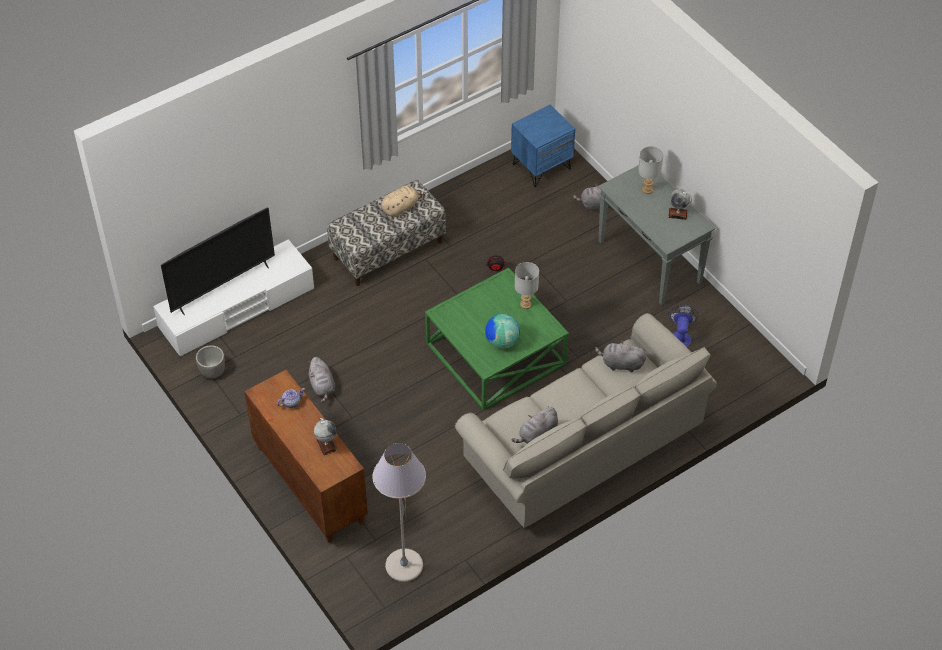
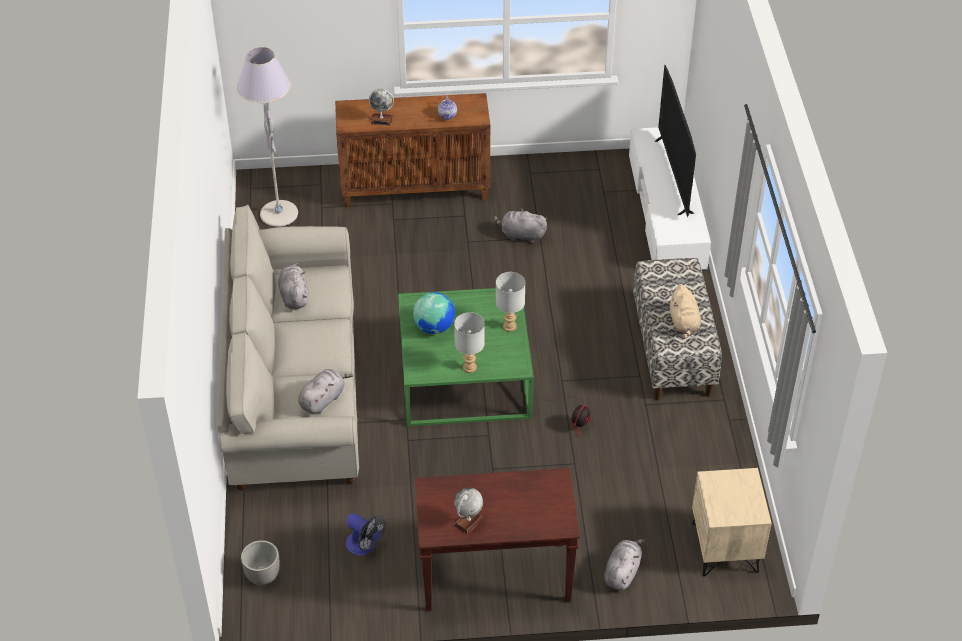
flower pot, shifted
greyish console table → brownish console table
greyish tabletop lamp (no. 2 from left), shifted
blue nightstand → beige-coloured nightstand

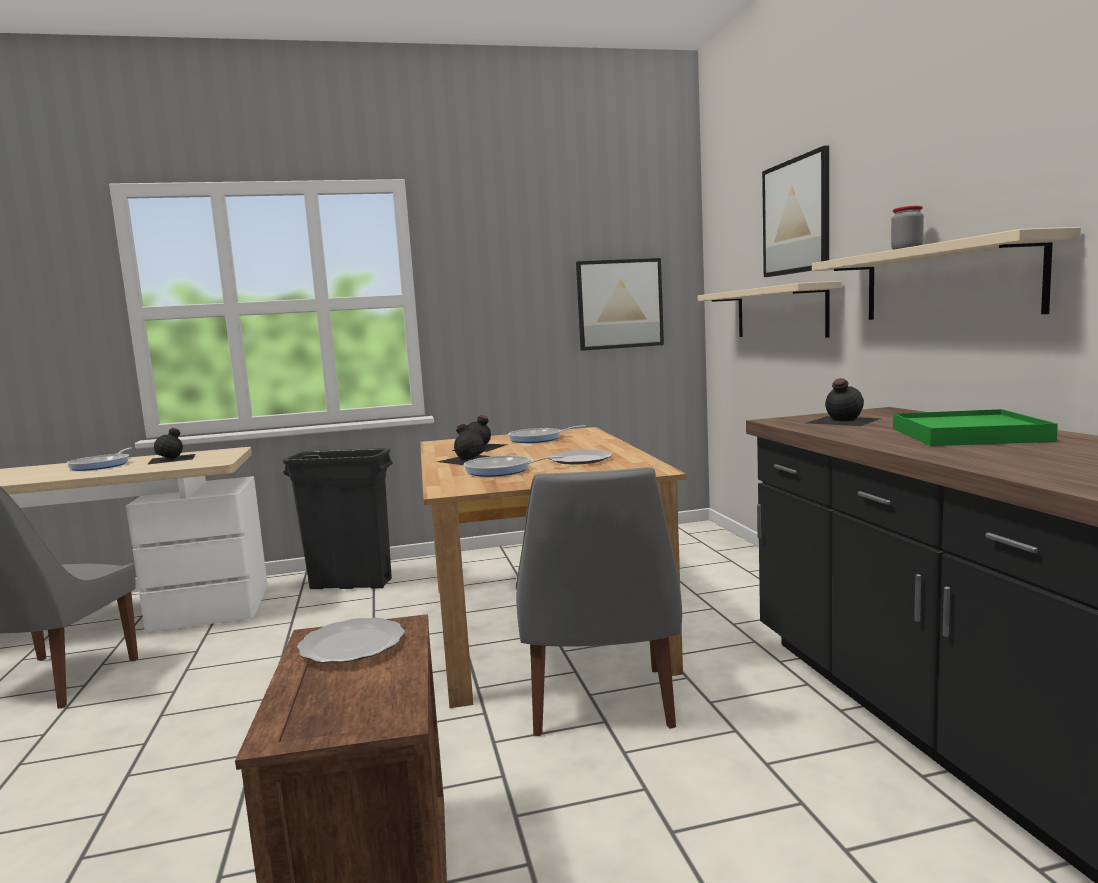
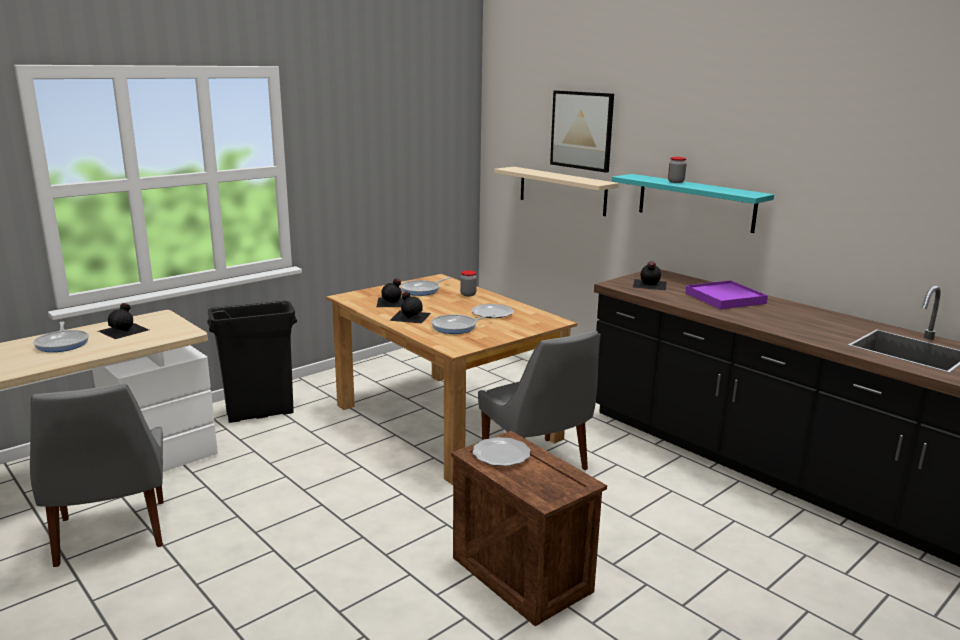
- → storage jar (no. 1 from left)
beige-coloured shelf (no. 2 from left) → blue-green shelf
greenish carrying tray → purplish carrying tray
wall art (no. 1 from left) → -

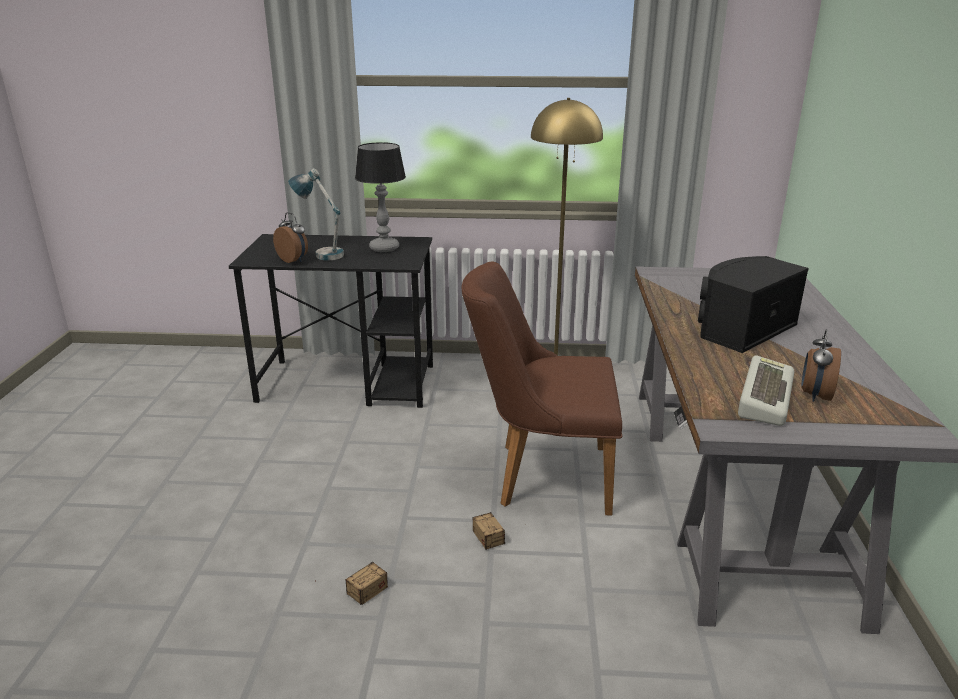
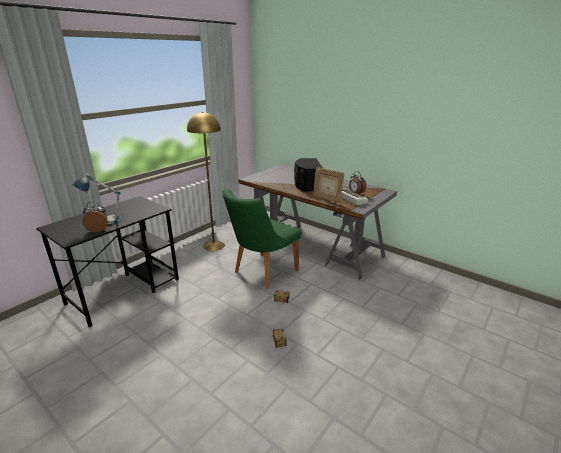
brownish plain chair → greenish plain chair
- → picture frame
tabletop lamp (no. 2 from left) → -

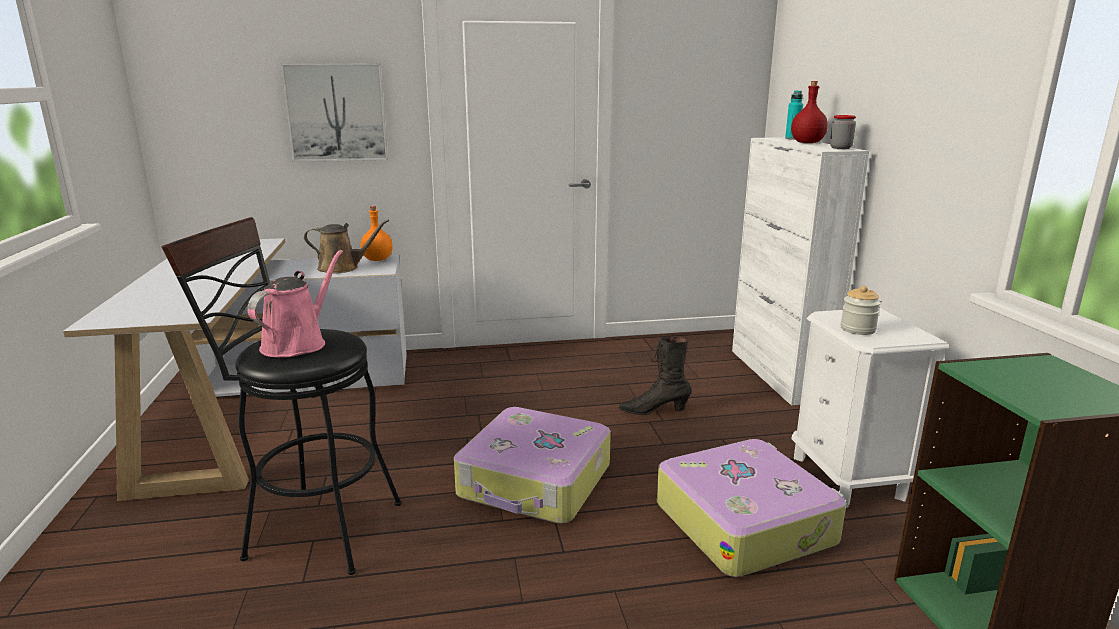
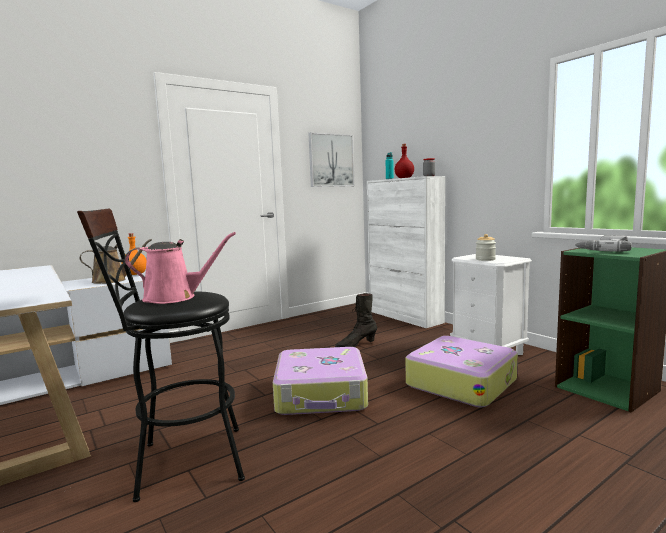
pink-coloured watering pot, 90 degrees clockwise
wall art, shifted
- → drill

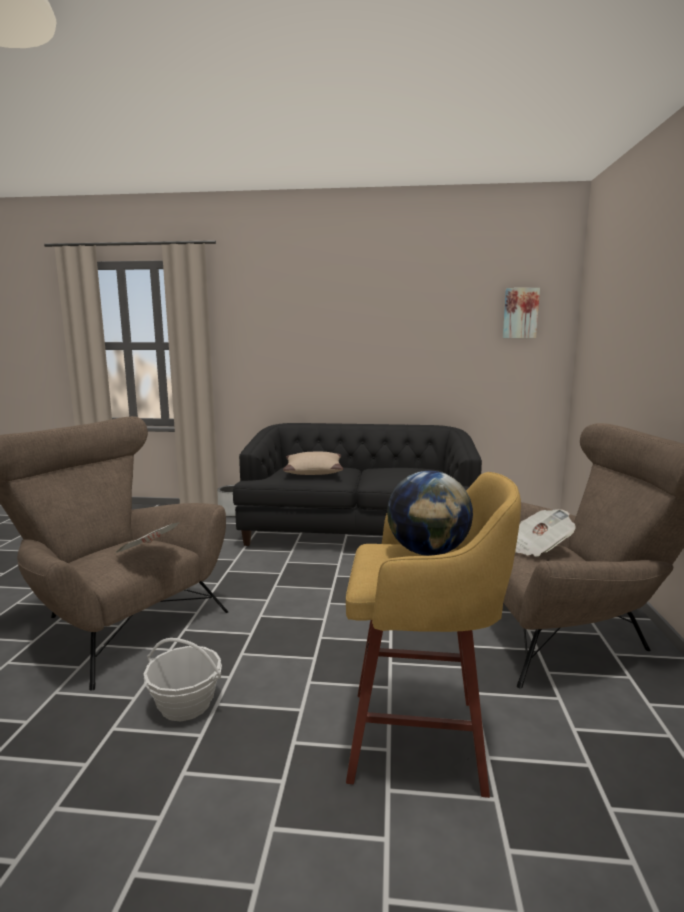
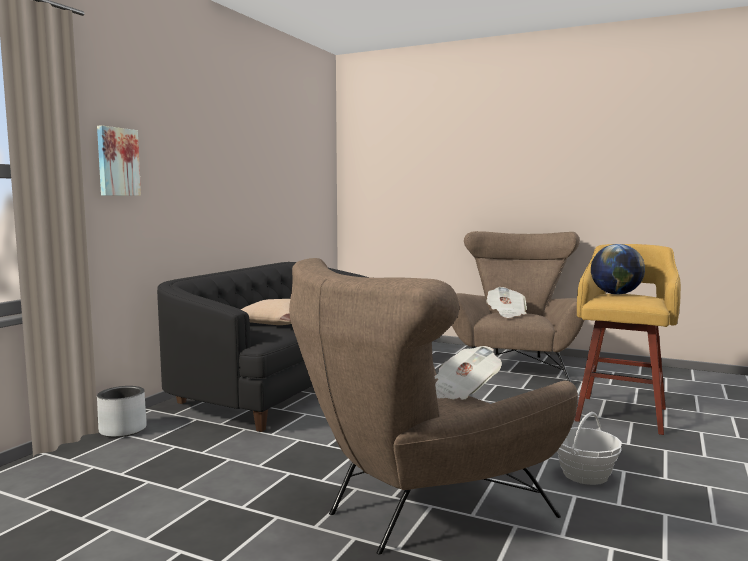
wall art, shifted

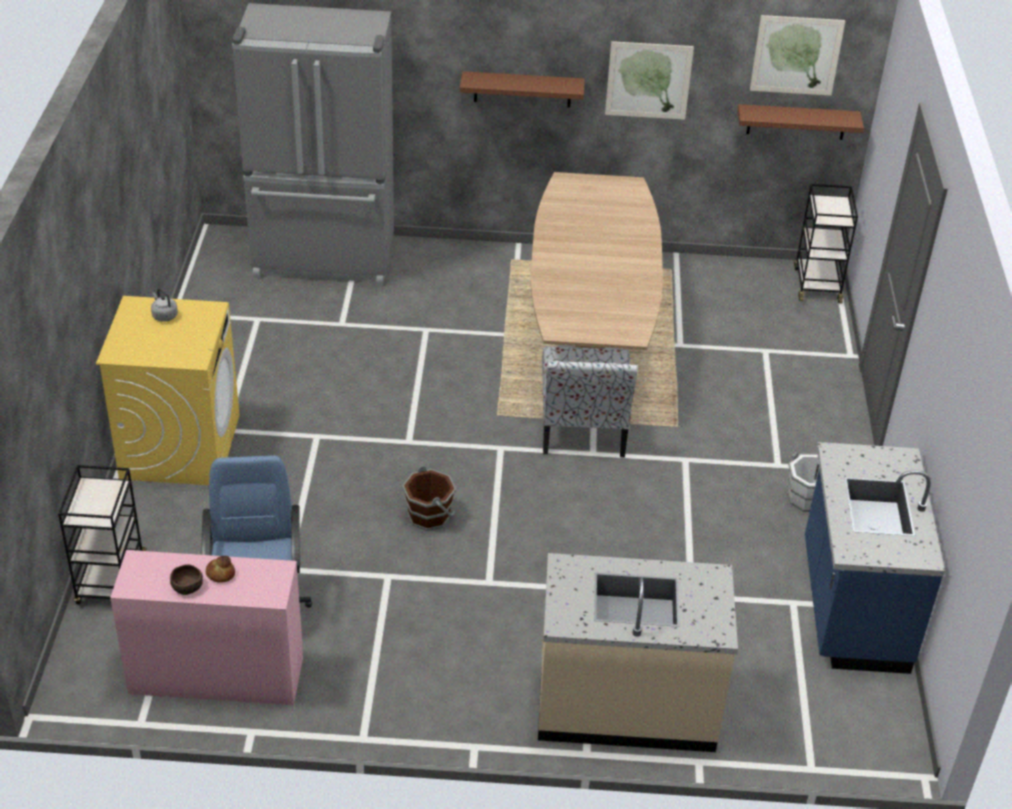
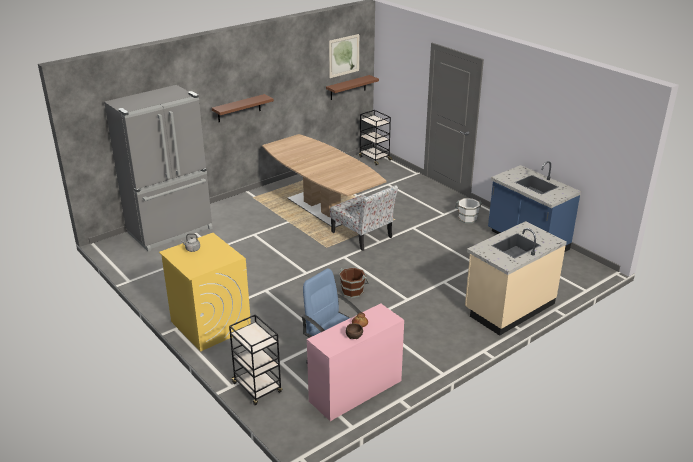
wall art (no. 1 from left) → -

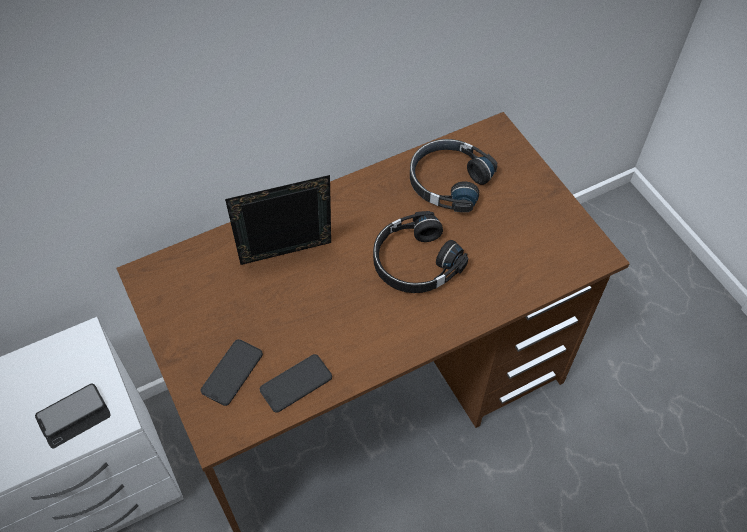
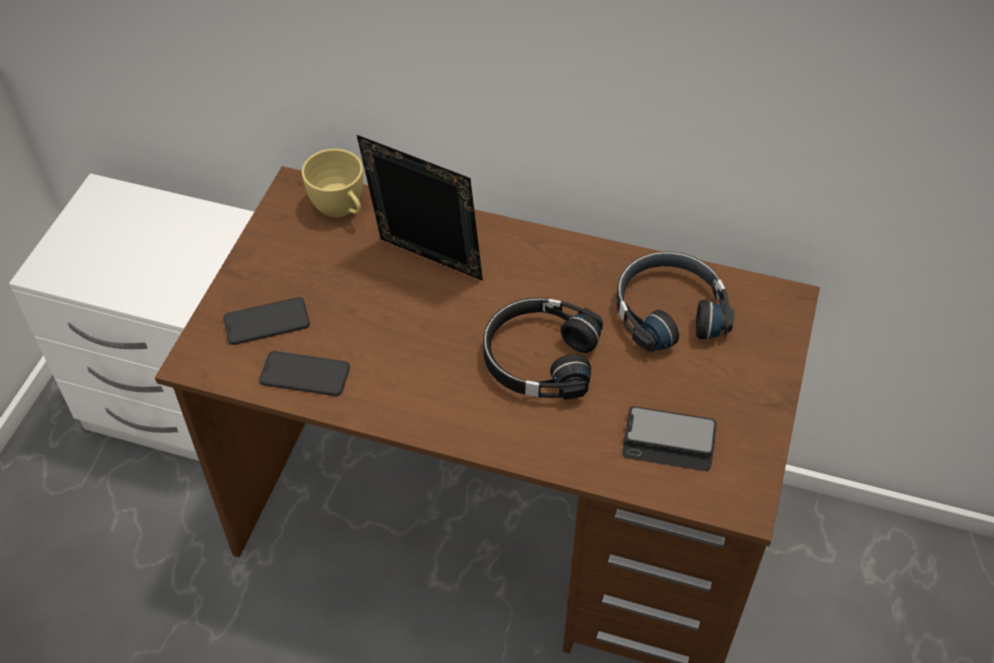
- → yellow cup
telephone (no. 1 from left in the first image) → telephone (no. 3 from left), shifted

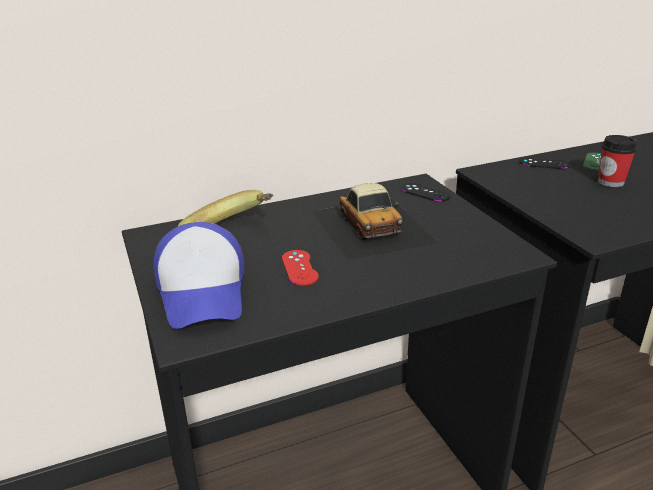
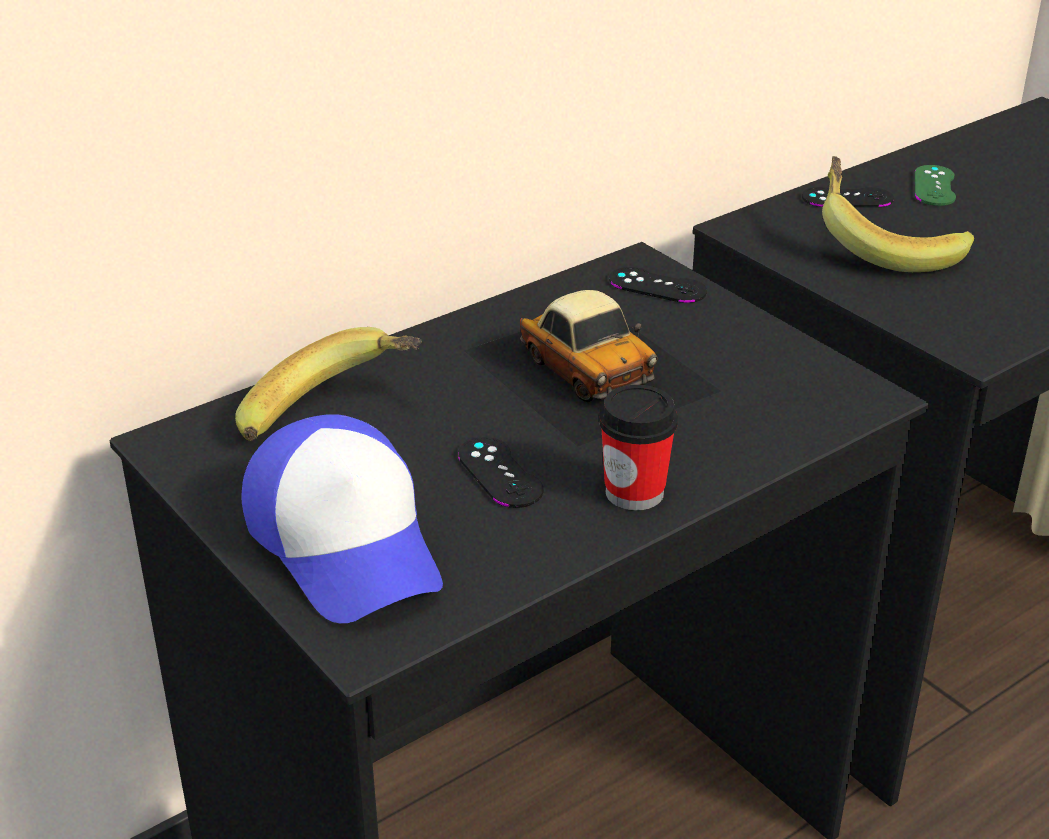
reddish joypad → blackish joypad (no. 1 from left)
cup, shifted
- → whole banana (no. 2 from left)

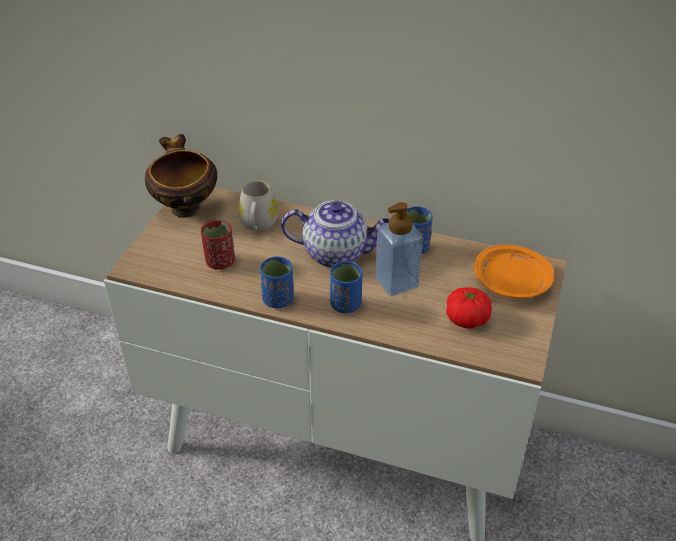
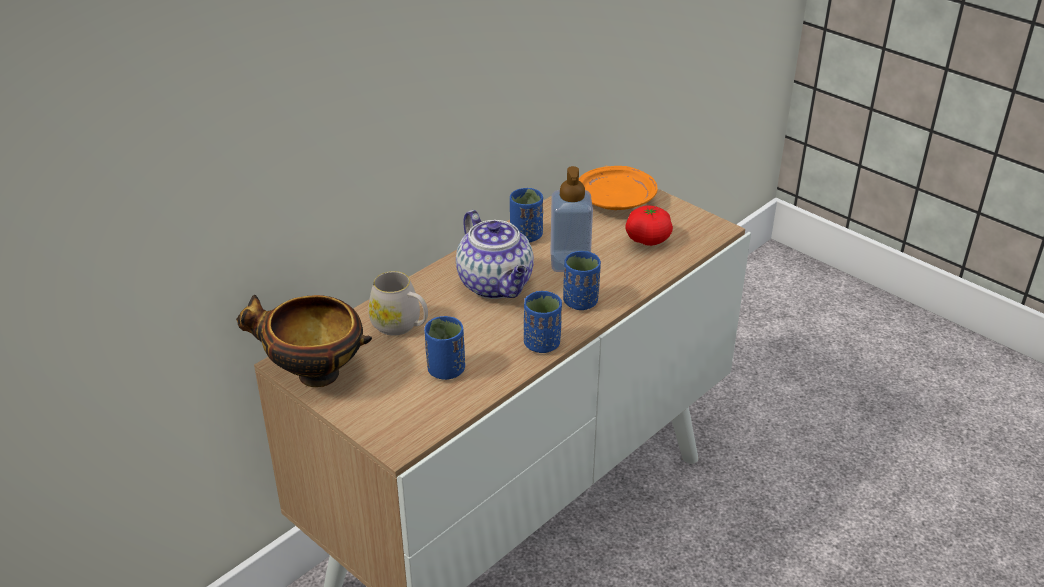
reddish cup → blue cup (no. 1 from left)
teapot, 120 degrees clockwise

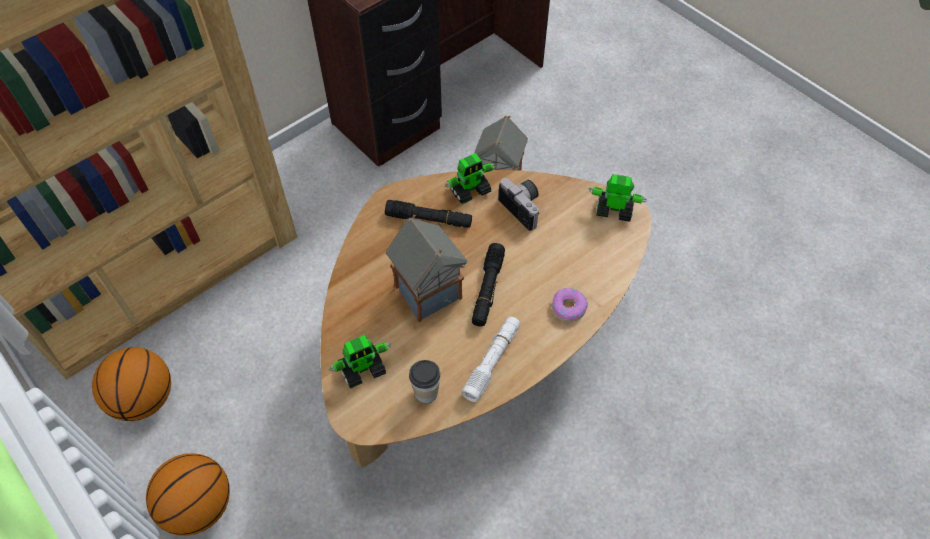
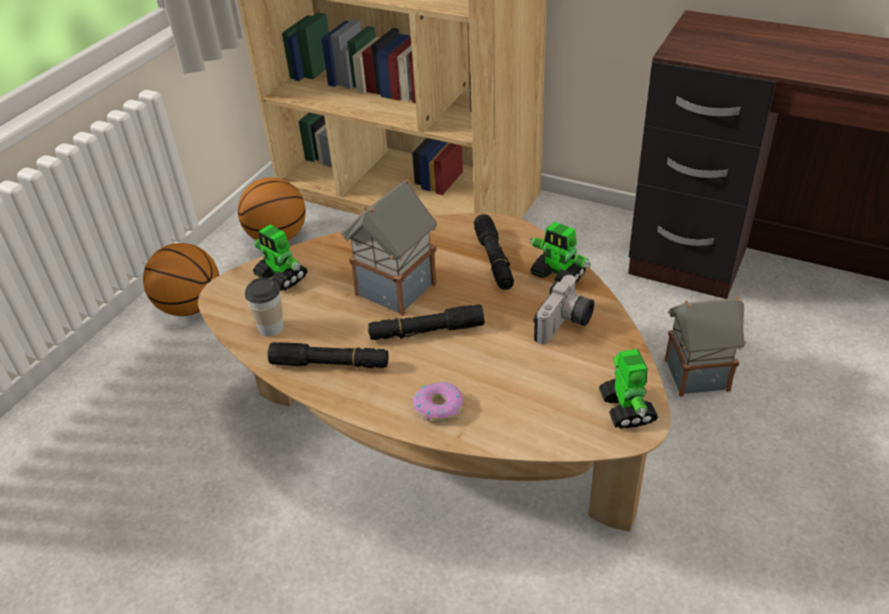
whitish flashlight → blackish flashlight (no. 1 from left)

